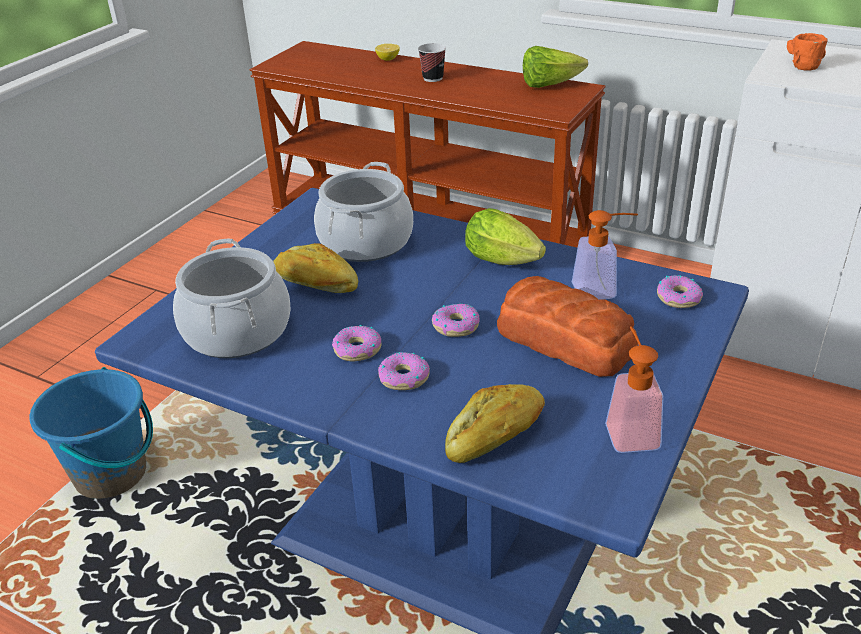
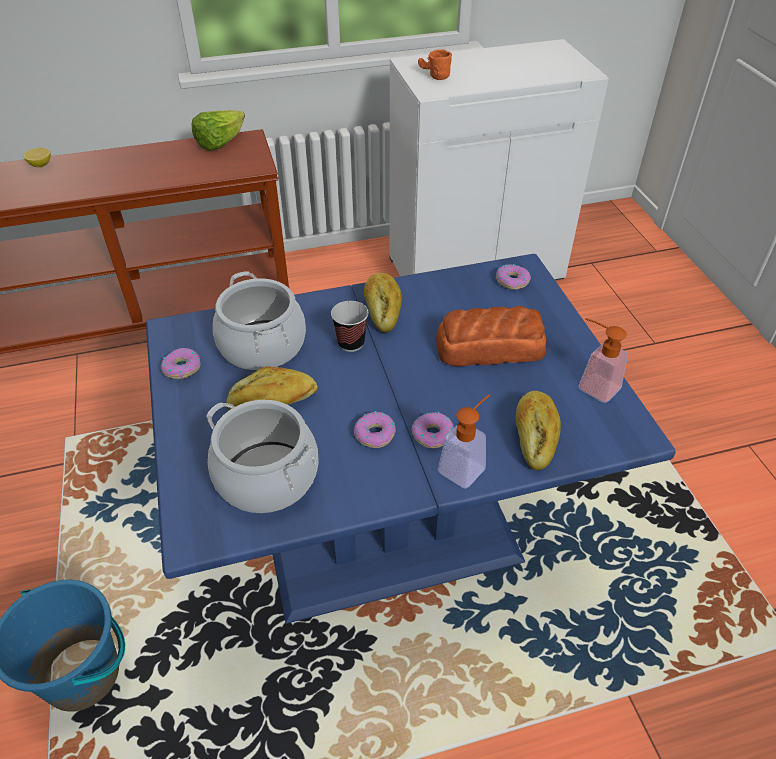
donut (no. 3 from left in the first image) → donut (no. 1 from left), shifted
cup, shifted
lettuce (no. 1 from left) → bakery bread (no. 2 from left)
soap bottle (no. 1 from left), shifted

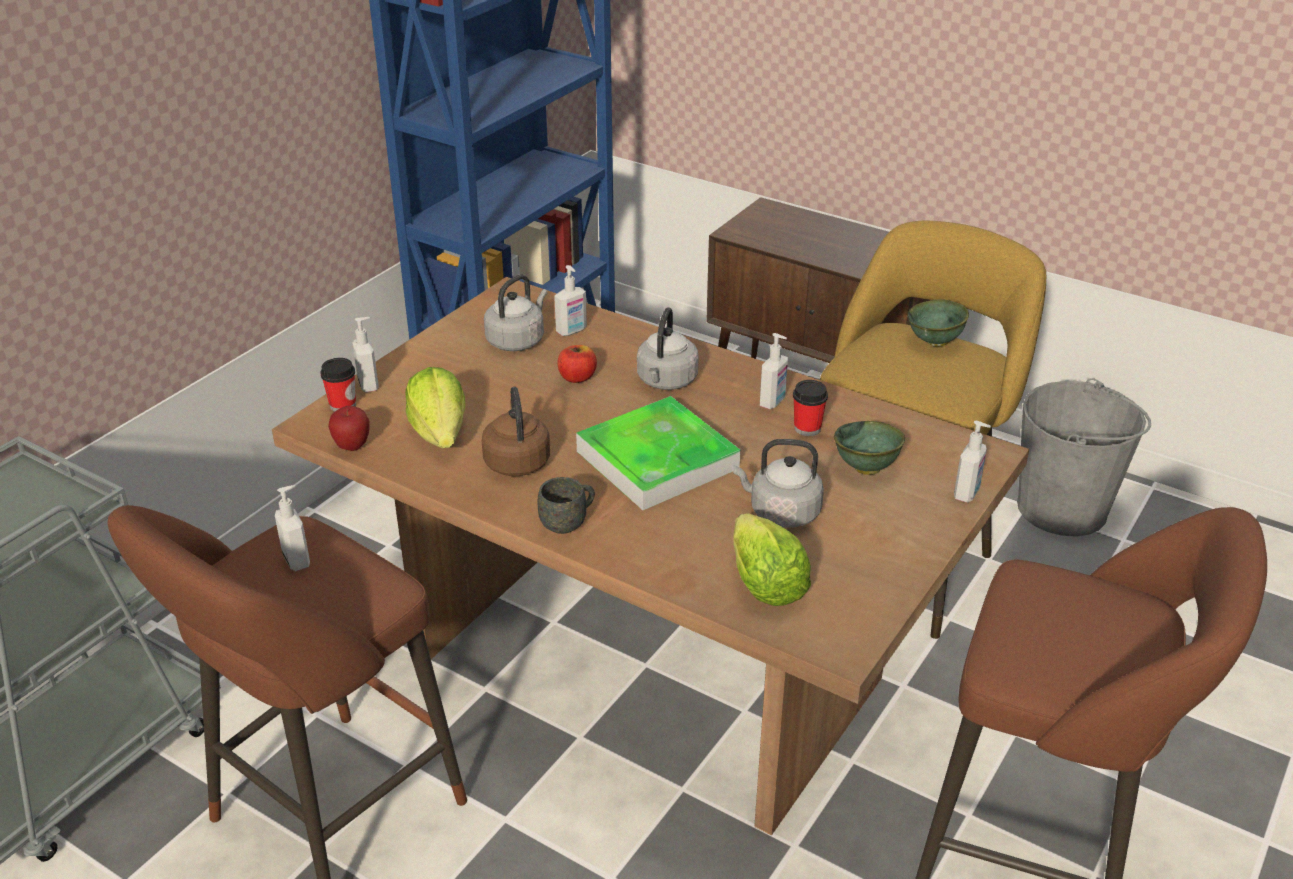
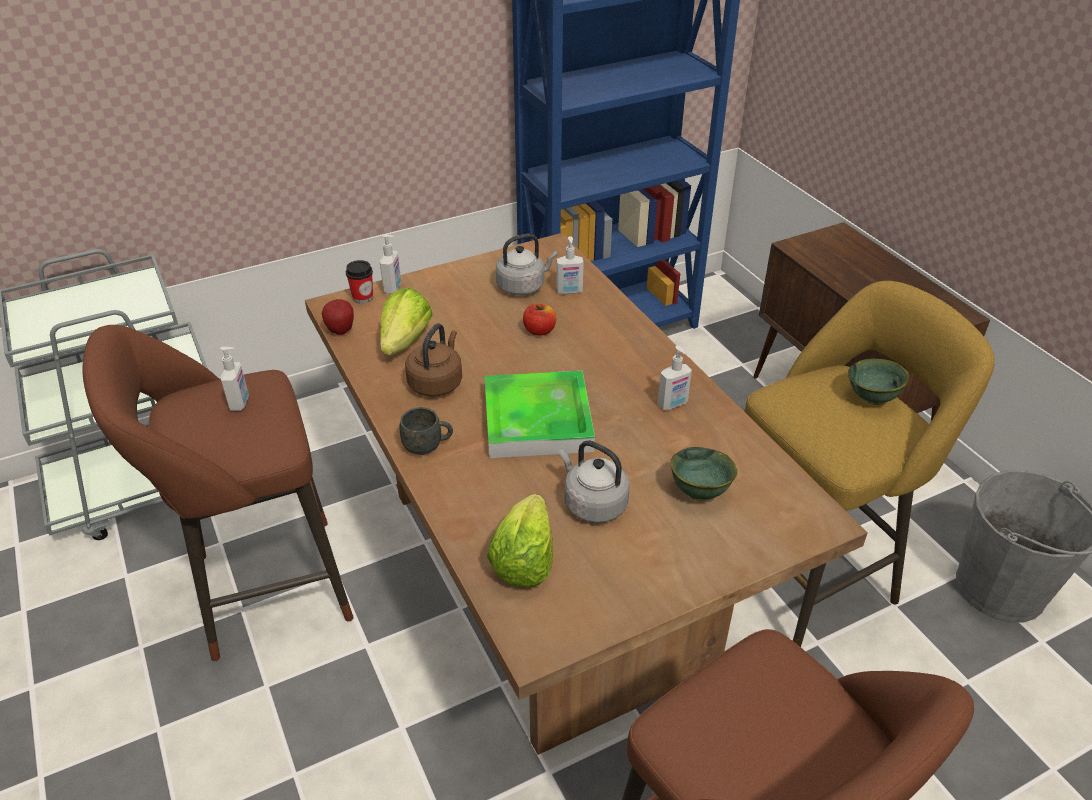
greyish tea kettle (no. 2 from left) → -
cup (no. 2 from left) → -
soap bottle (no. 5 from left) → -

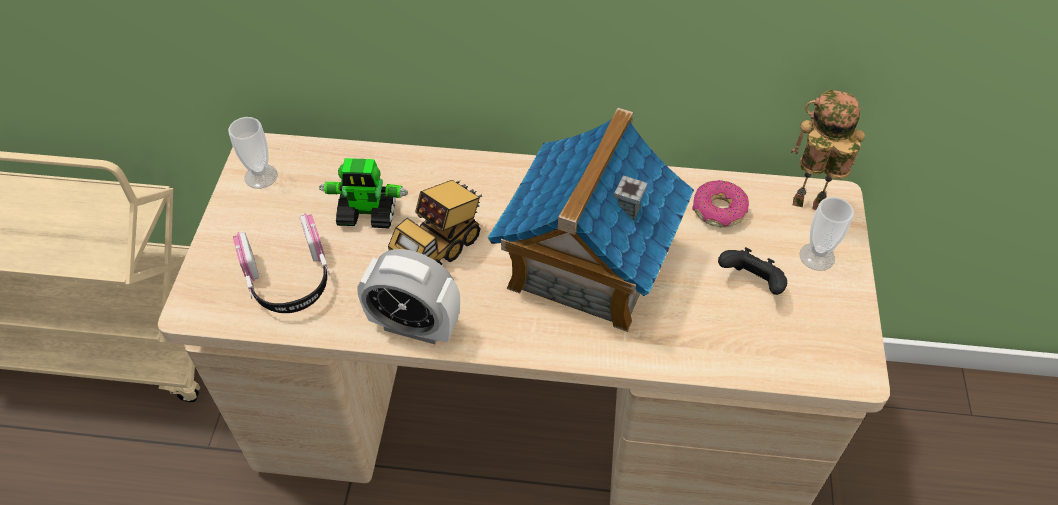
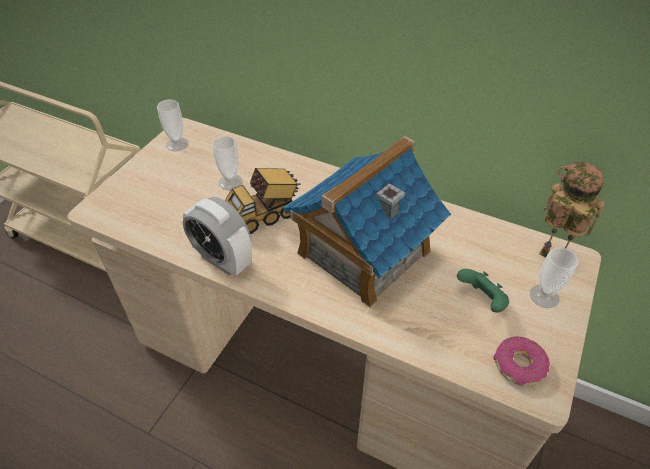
toy robot (no. 1 from left) → cup (no. 2 from left)
blackish joypad → greenish joypad
donut, shifted
headset → -

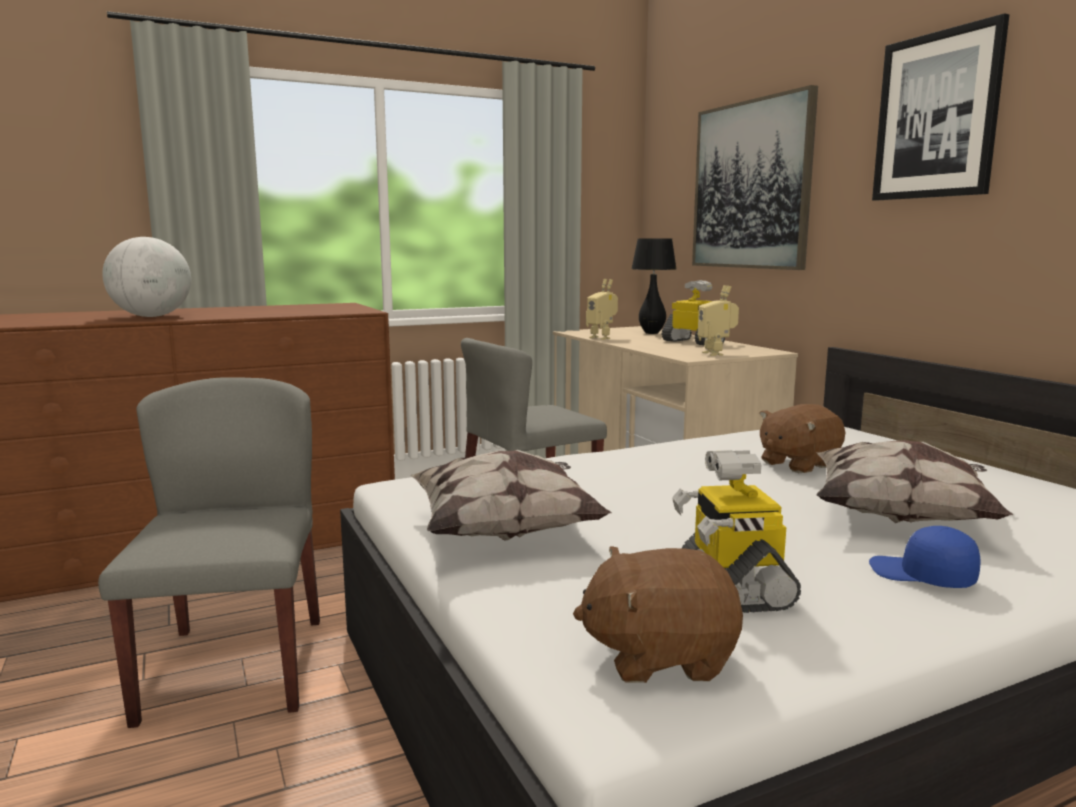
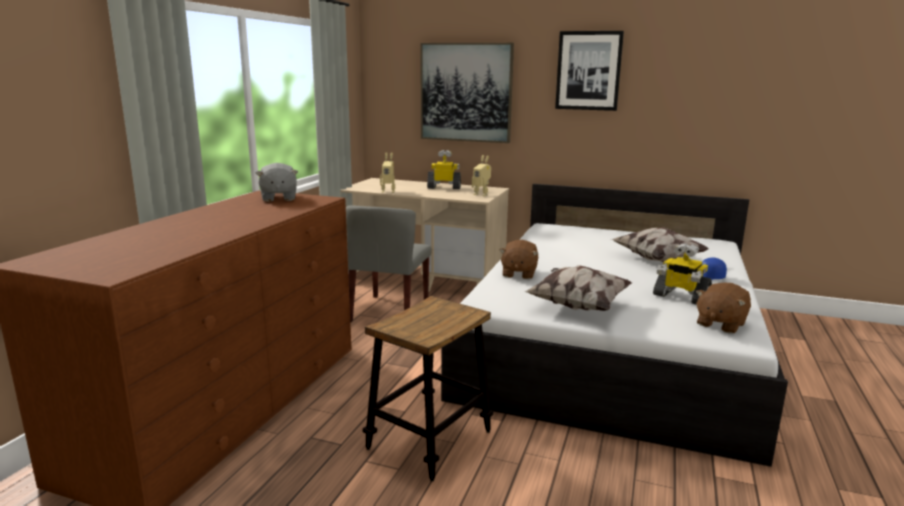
- → greyish plush toy
greyish plain chair (no. 1 from left) → stool
brownish plush toy (no. 2 from left in the first image) → brownish plush toy (no. 1 from left), shifted
globe → -
blackish tabletop lamp → -

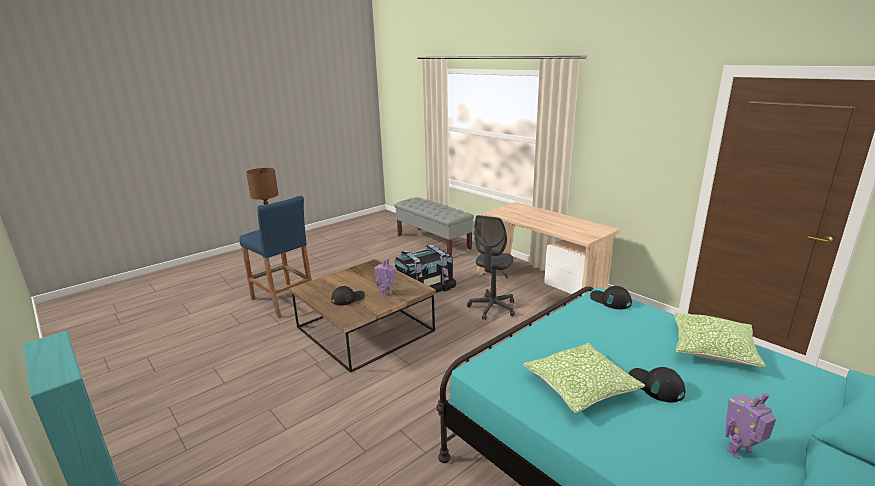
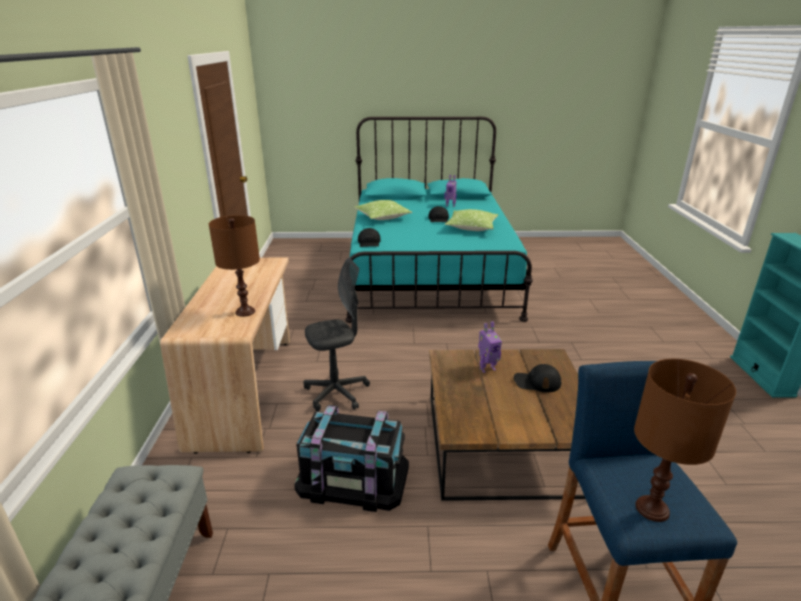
- → brownish tabletop lamp (no. 1 from left)

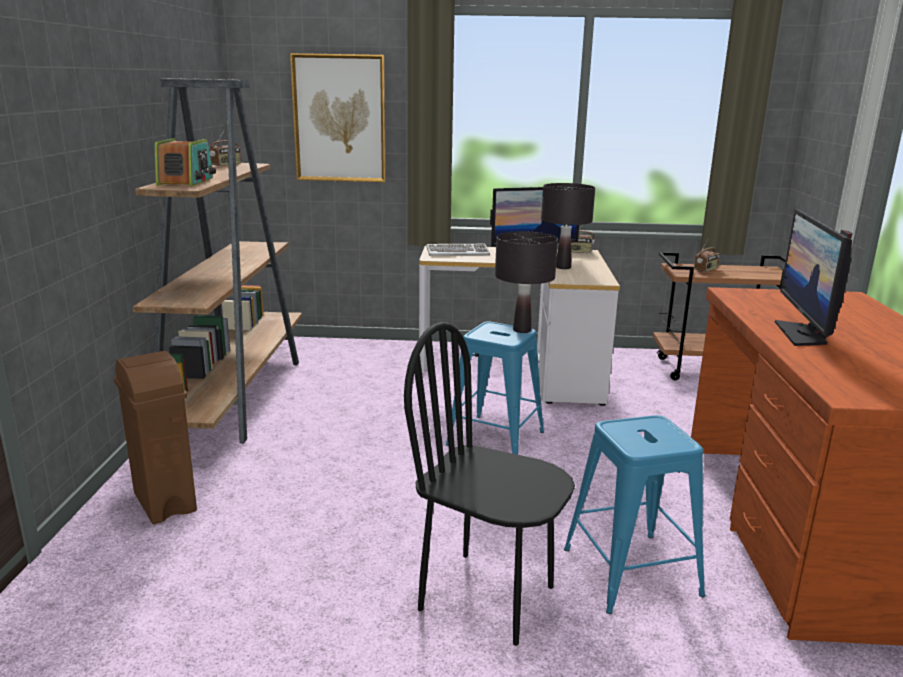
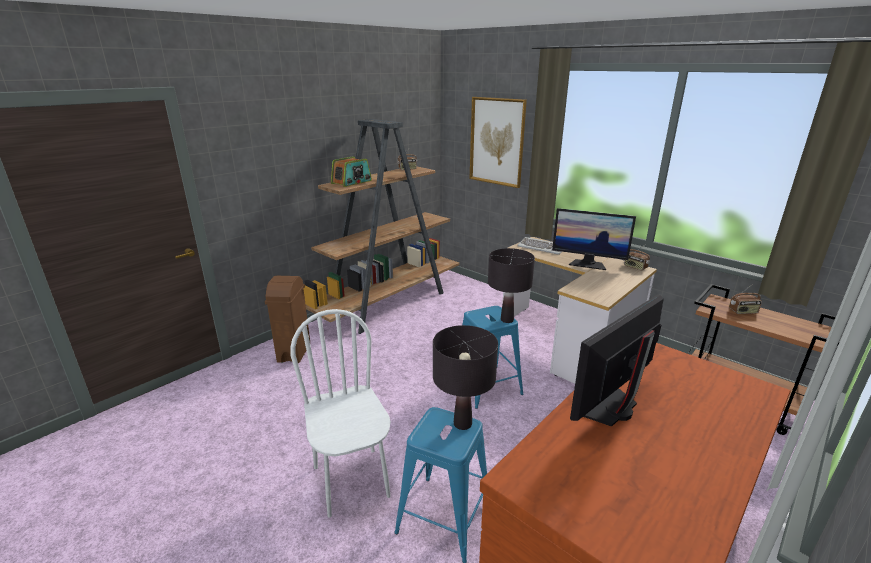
blackish plain chair → whitish plain chair
blackish tabletop lamp (no. 2 from left in the first image) → blackish tabletop lamp (no. 1 from left), shifted

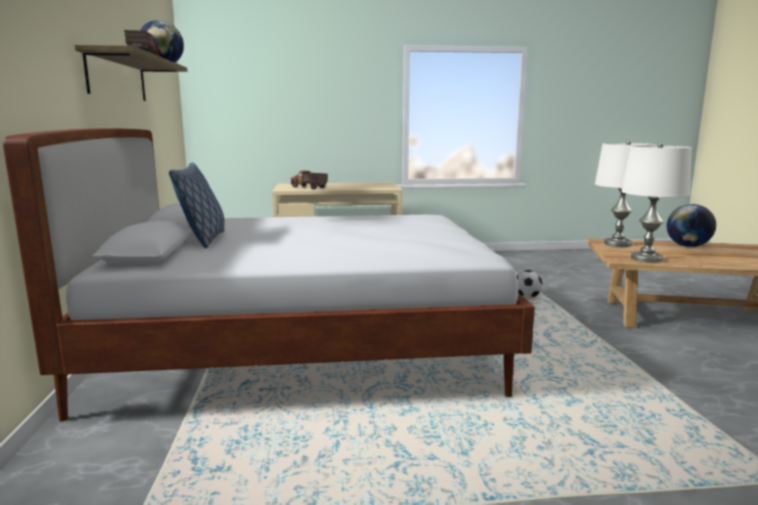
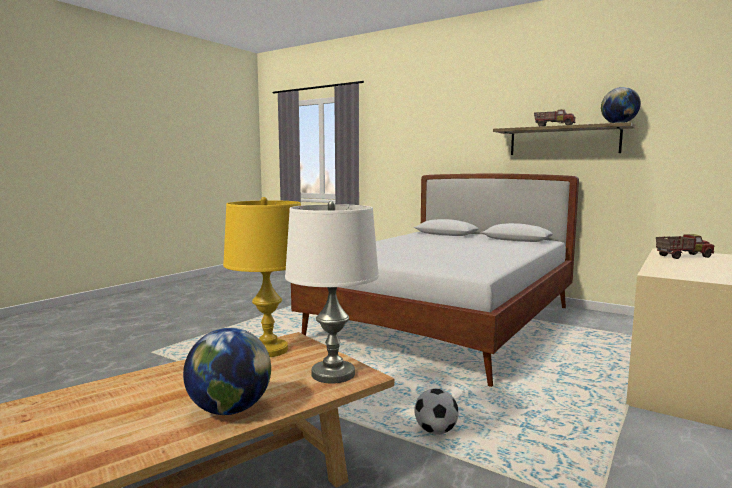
whitish tabletop lamp (no. 2 from left) → yellow tabletop lamp
pillow → -

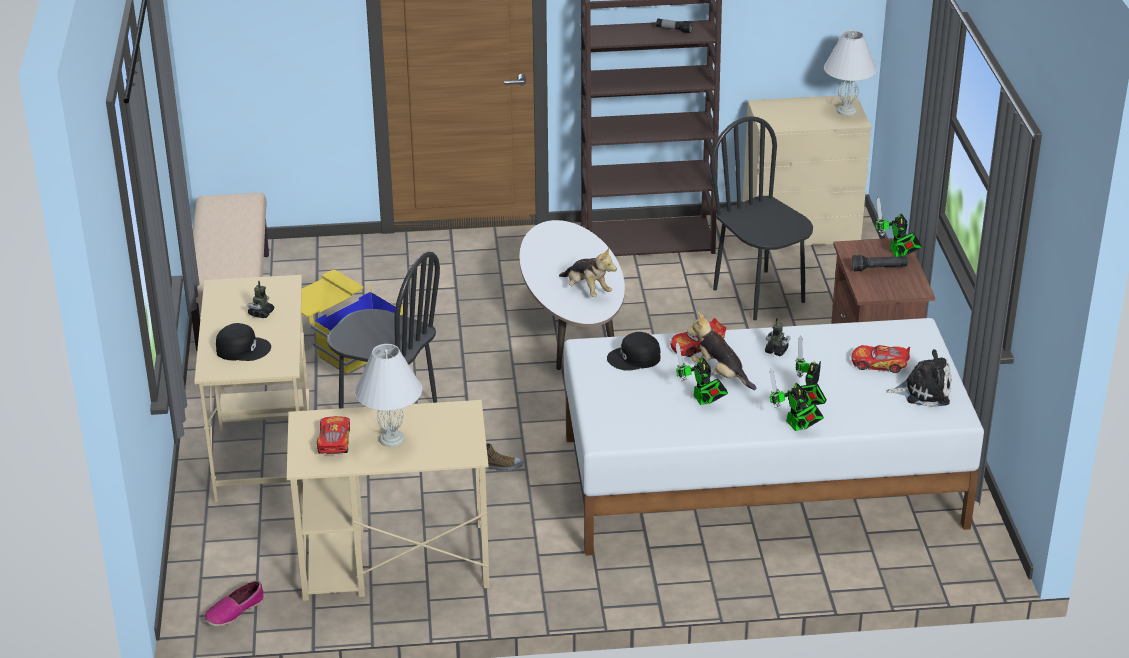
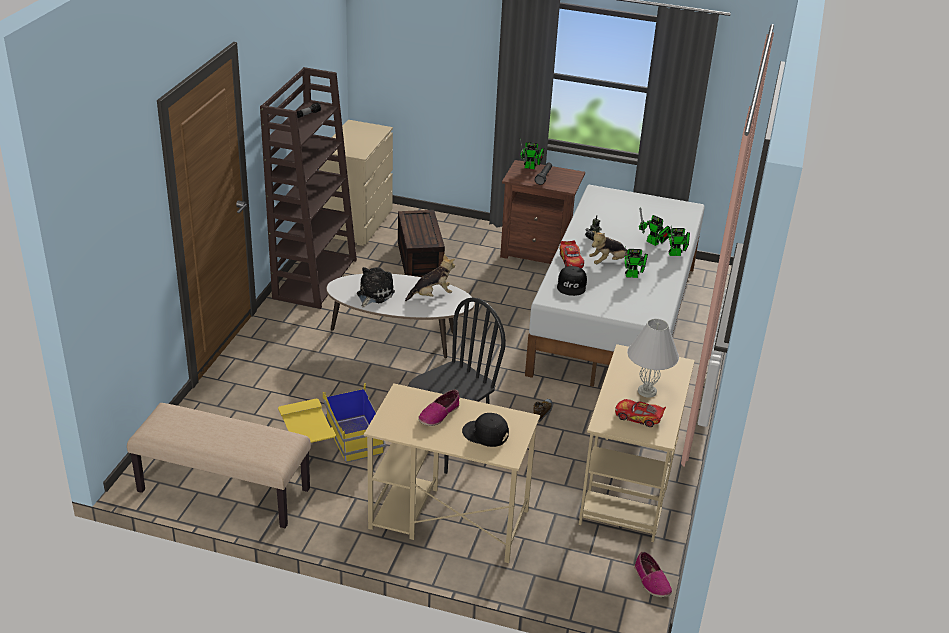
plush toy (no. 3 from left in the first image) → plush toy (no. 1 from left), shifted
blackish plain chair (no. 2 from left) → brownish storage container
toy robot (no. 1 from left) → shoe (no. 1 from left)
blackish peaked cap (no. 1 from left), 90 degrees counterclockwise
whitish tabletop lamp (no. 2 from left) → -
model car (no. 3 from left) → -

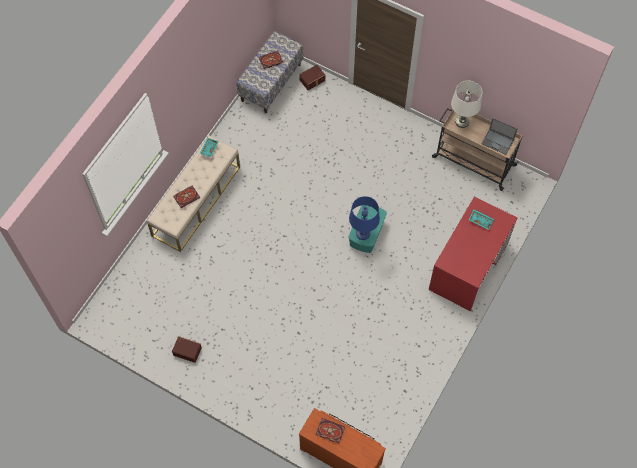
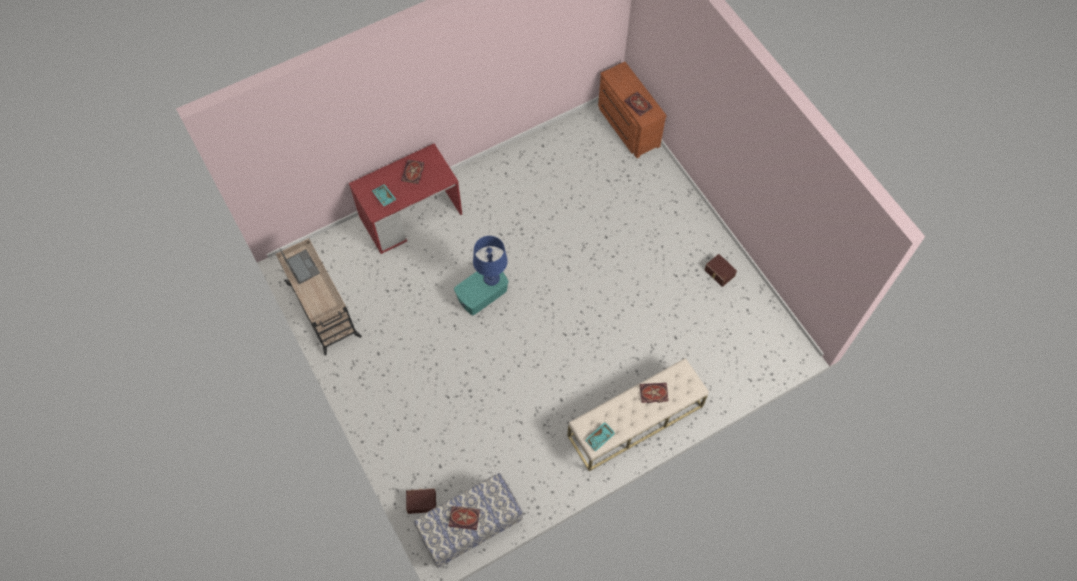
- → bound book (no. 1 from left)
whitish tabletop lamp → -

